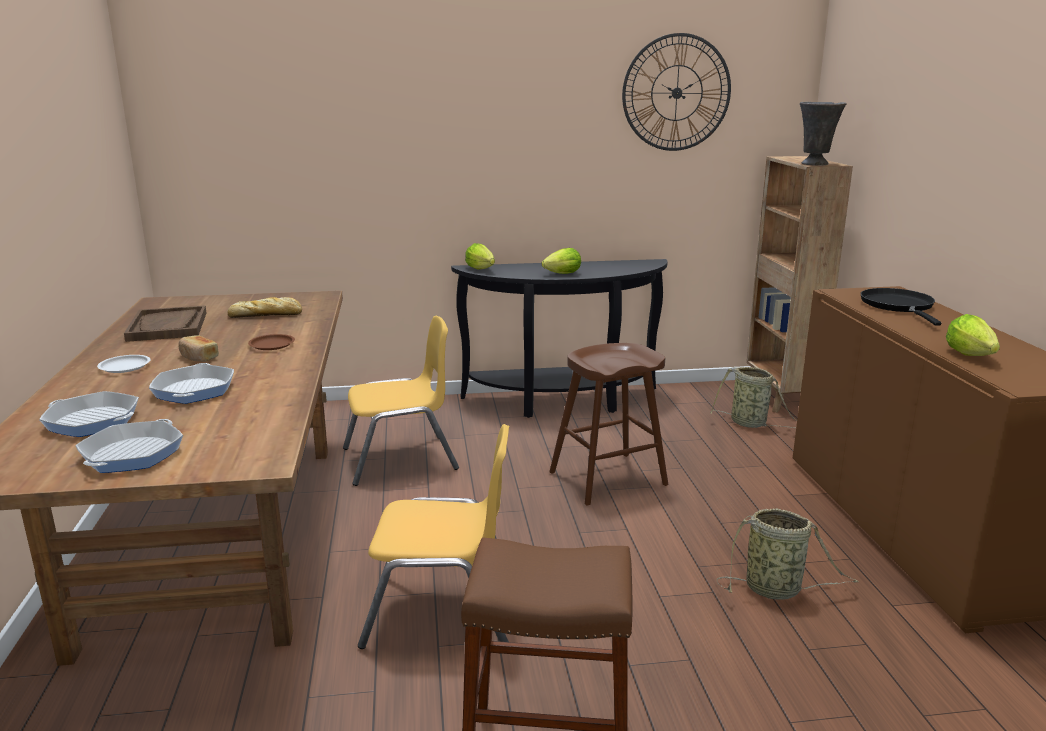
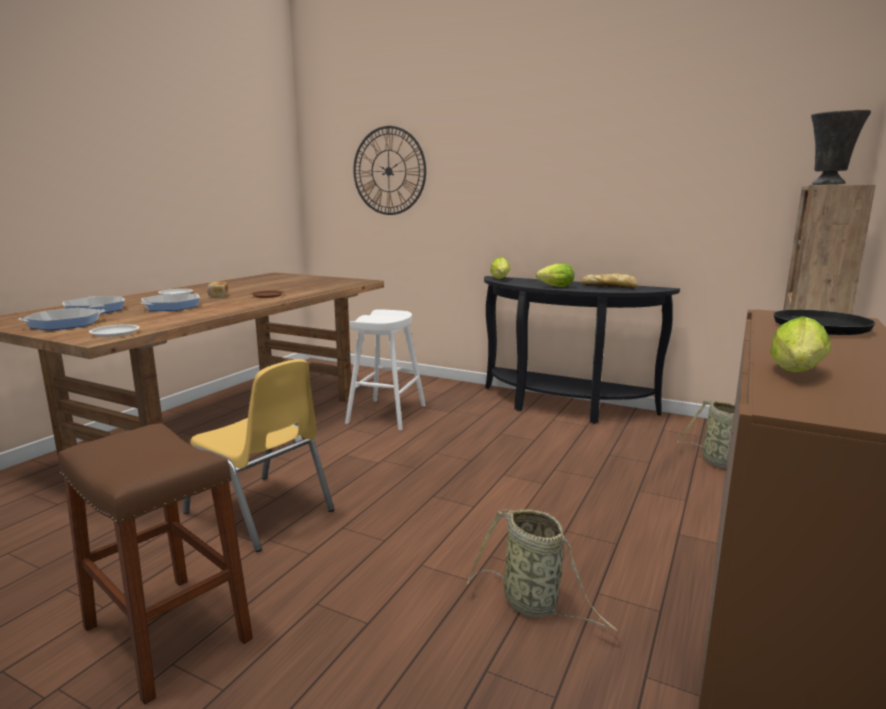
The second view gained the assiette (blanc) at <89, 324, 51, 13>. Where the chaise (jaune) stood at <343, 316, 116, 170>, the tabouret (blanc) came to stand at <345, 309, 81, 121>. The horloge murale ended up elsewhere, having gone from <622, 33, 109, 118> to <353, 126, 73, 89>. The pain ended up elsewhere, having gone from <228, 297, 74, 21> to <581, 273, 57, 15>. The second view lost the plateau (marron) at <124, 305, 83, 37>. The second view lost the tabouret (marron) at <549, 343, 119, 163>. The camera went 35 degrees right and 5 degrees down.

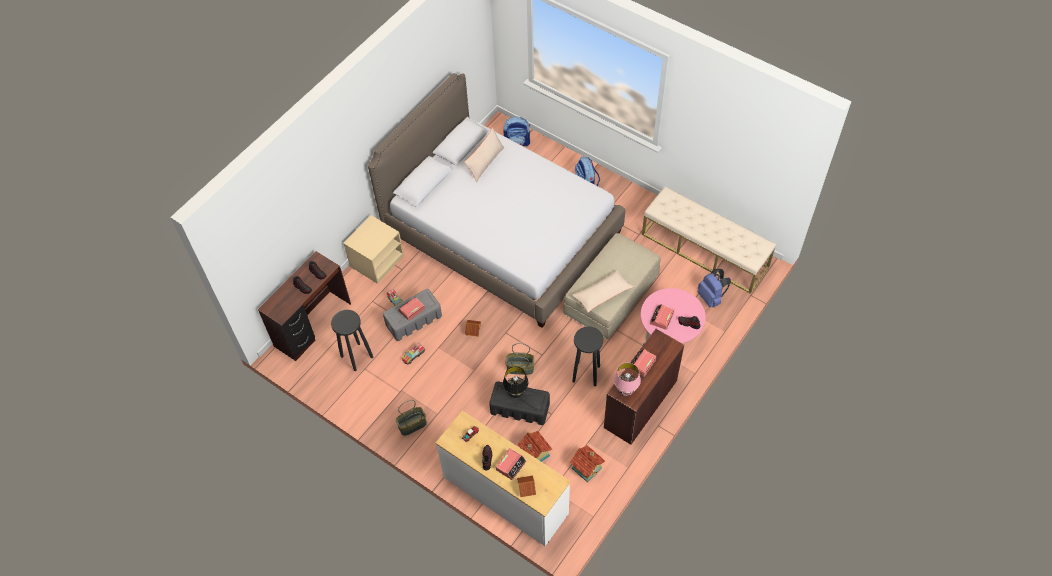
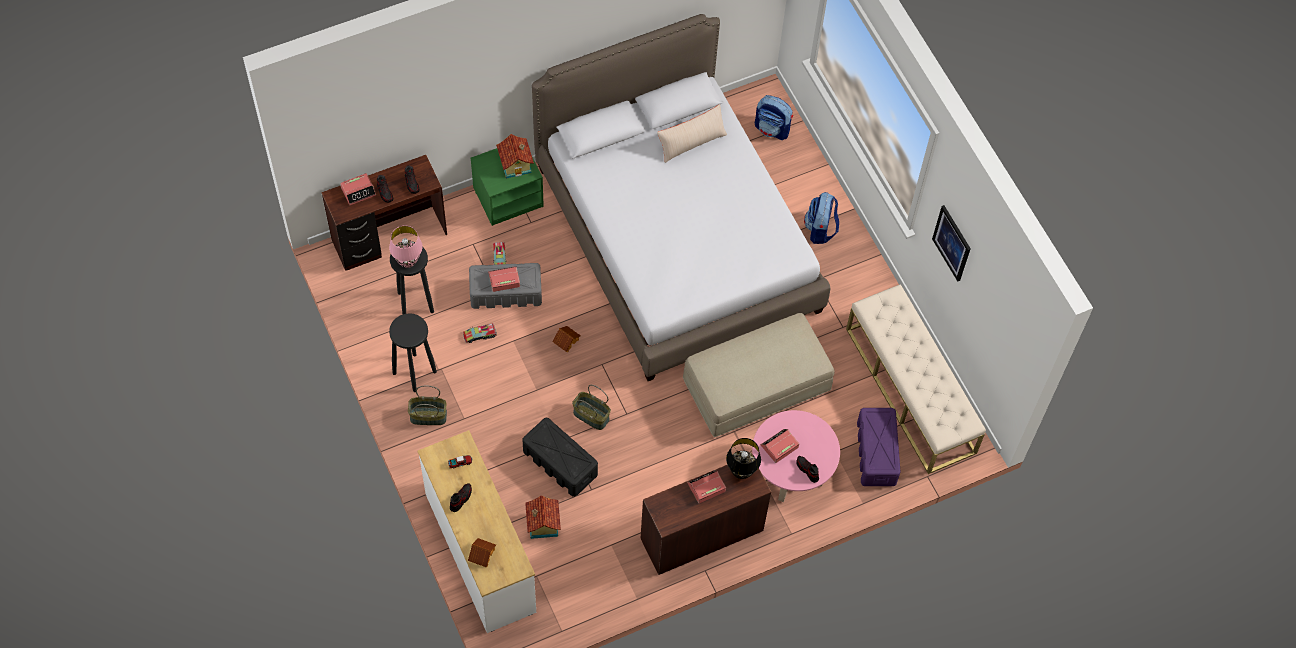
The réveil ended up elsewhere, having gone from <496, 448, 30, 32> to <340, 173, 36, 32>. The lampe de table (rose) ended up elsewhere, having gone from <614, 363, 27, 33> to <389, 226, 34, 42>. The tabouret (noir) ended up elsewhere, having gone from <572, 326, 32, 60> to <389, 313, 48, 79>. What was the table de chevet (beige) at <343, 215, 61, 69> turned into the table de chevet (vert) at <470, 148, 74, 78>. The maison miniature ended up elsewhere, having gone from <570, 445, 35, 37> to <496, 134, 38, 45>. The lampe de table (noir) ended up elsewhere, having gone from <503, 366, 26, 32> to <726, 438, 35, 41>. Where the sac à dos (bleu) stood at <698, 269, 33, 39>, the boîte de rangement (violet) came to stand at <857, 408, 44, 78>. The second view gained the tableau at <932, 205, 39, 77>. The second view lost the coussin (beige) at <572, 270, 61, 42>. The camera went 25 degrees right and 5 degrees up.

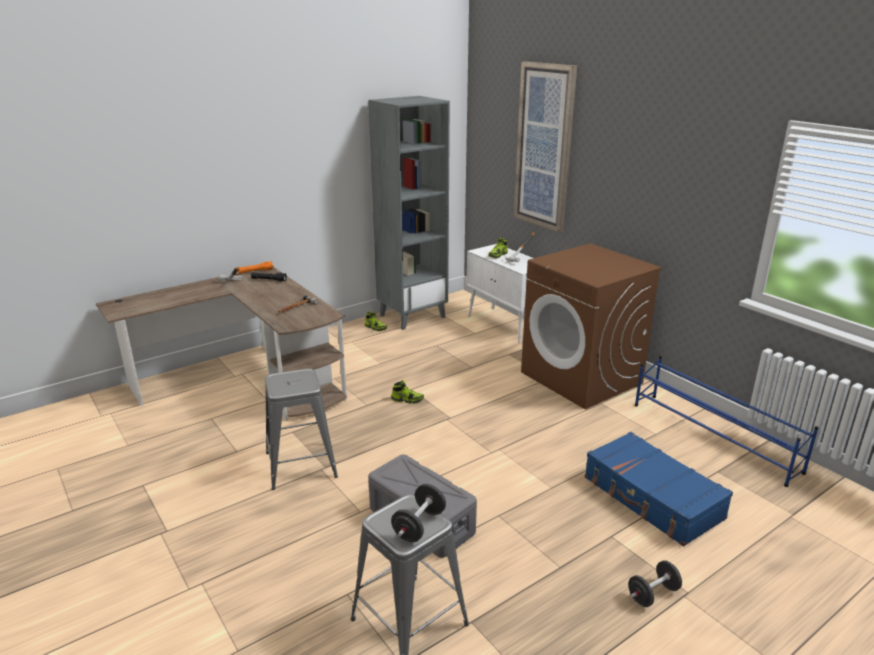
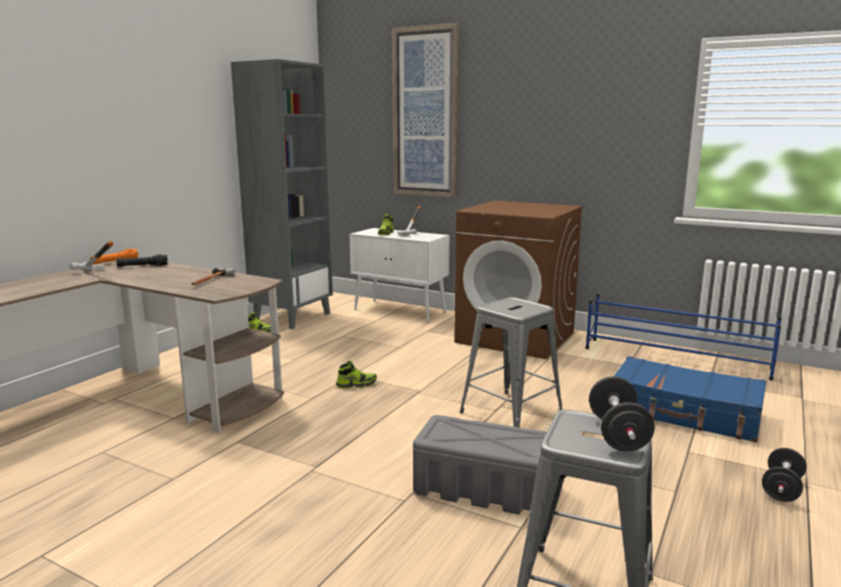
The tabouret (gris) ended up elsewhere, having gone from <265, 369, 73, 121> to <460, 297, 102, 131>. The camera went 25 degrees left and 10 degrees down.

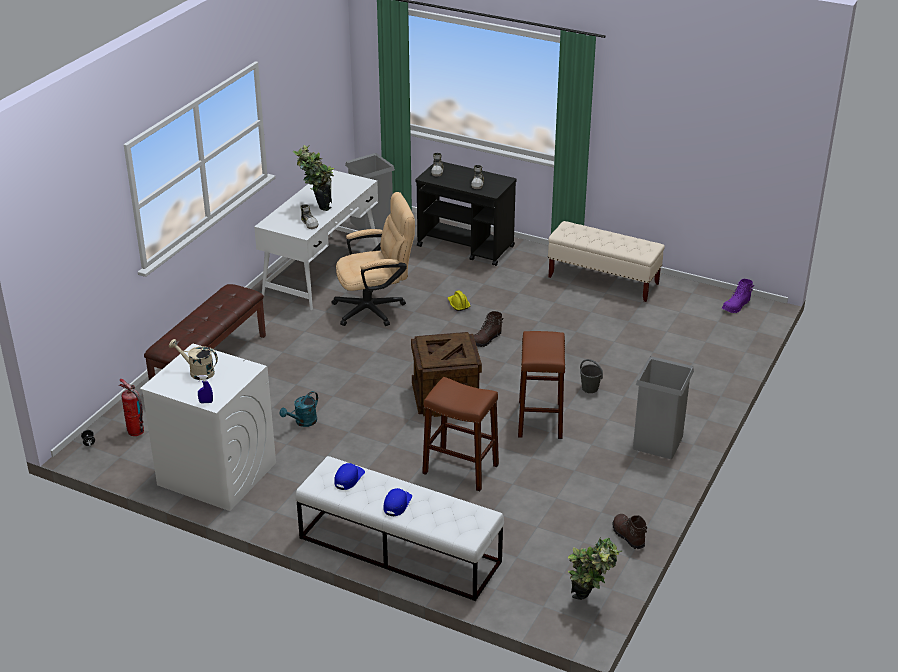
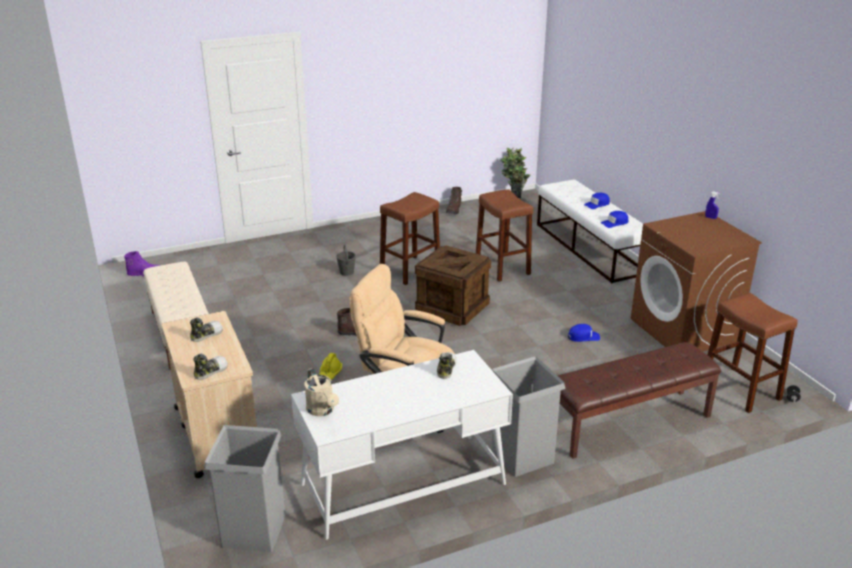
What was the chariot (noir) at <415, 162, 102, 104> turned into the chariot (beige) at <162, 311, 95, 167>. The arrosoir (beige) ended up elsewhere, having gone from <169, 339, 49, 41> to <304, 368, 35, 48>. The poubelle (gris) ended up elsewhere, having gone from <633, 356, 61, 103> to <491, 356, 74, 121>. Where the arrosoir (turquoise) stood at <280, 391, 38, 36>, the casquette (bleu) came to stand at <568, 324, 32, 18>. What was the lave-linge (blanc) at <140, 344, 136, 167> turned into the lave-linge (marron) at <631, 211, 131, 140>. Where the extincteur stood at <118, 379, 26, 57>, the tabouret (marron) came to stand at <708, 293, 90, 120>. The second view lost the plante en pot at <293, 145, 41, 66>. The camera went 140 degrees left and 5 degrees down.

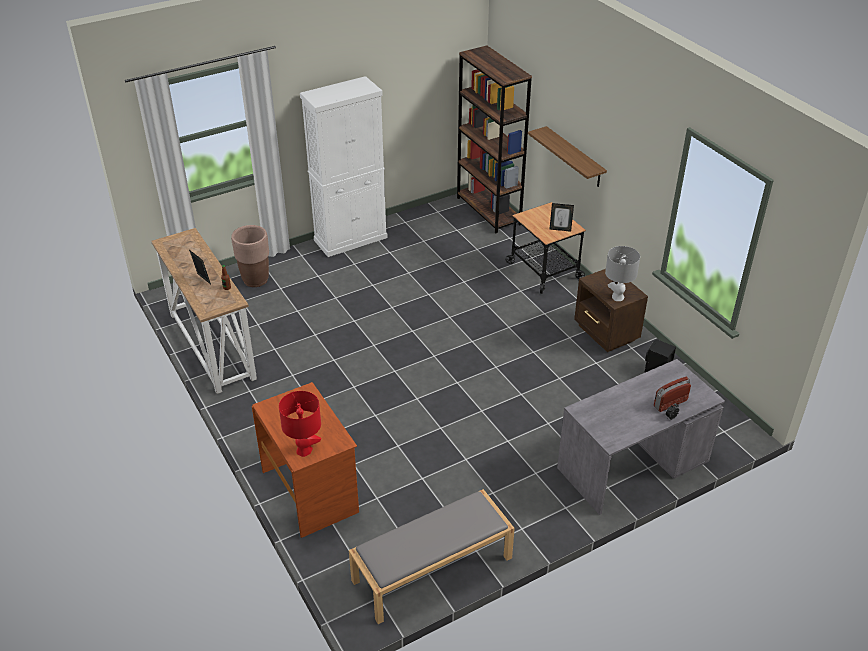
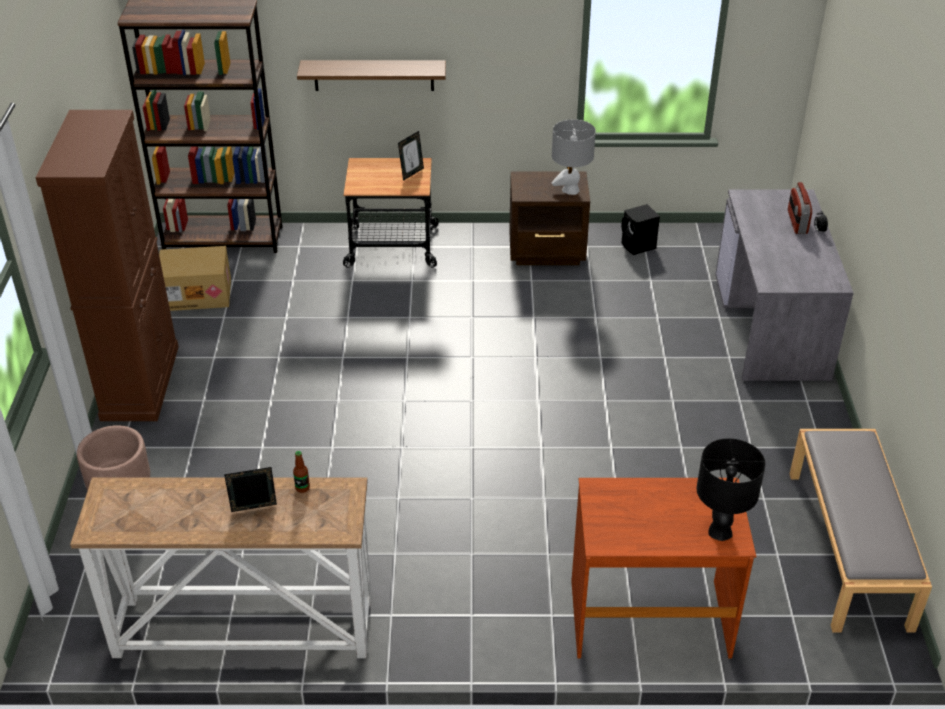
What was the meuble de rangement (blanc) at <300, 76, 88, 181> turned into the meuble de rangement (marron) at <35, 110, 144, 311>. The second view gained the carton at <159, 246, 72, 65>. What was the lampe de table (rouge) at <279, 391, 42, 66> turned into the lampe de table (noir) at <697, 438, 69, 103>. The camera went 60 degrees left and 0 degrees up.

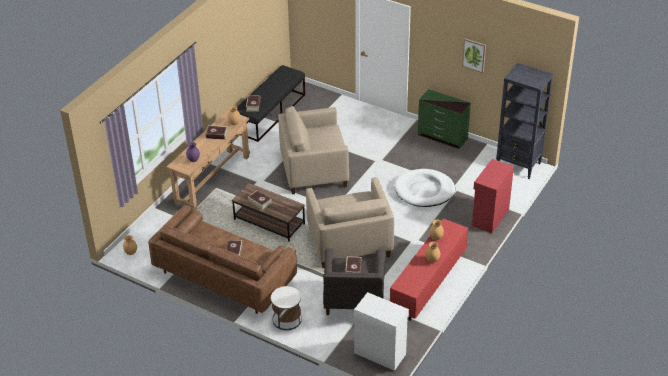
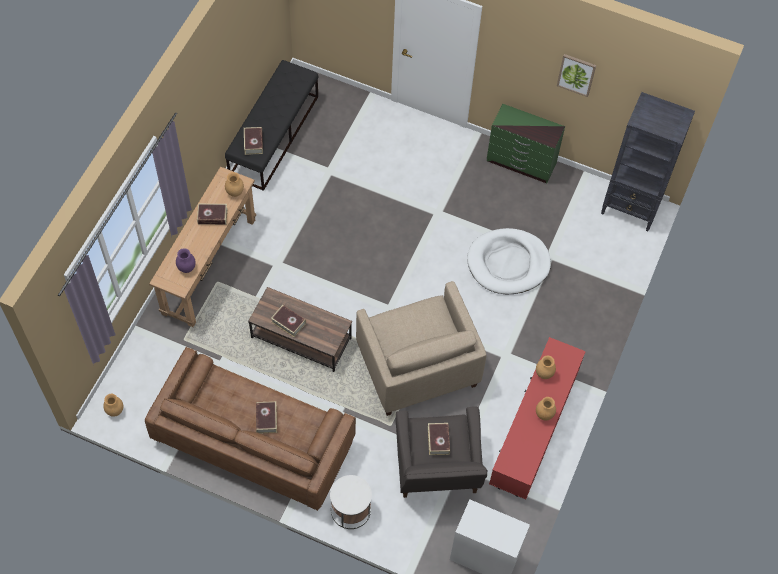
The second view lost the fauteuil (beige) at <278, 106, 71, 88>. The second view lost the meuble de rangement (rouge) at <472, 159, 42, 74>. The camera went 10 degrees left and 20 degrees up.

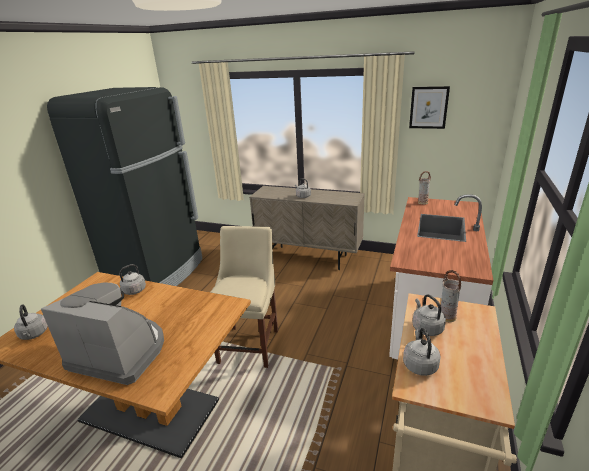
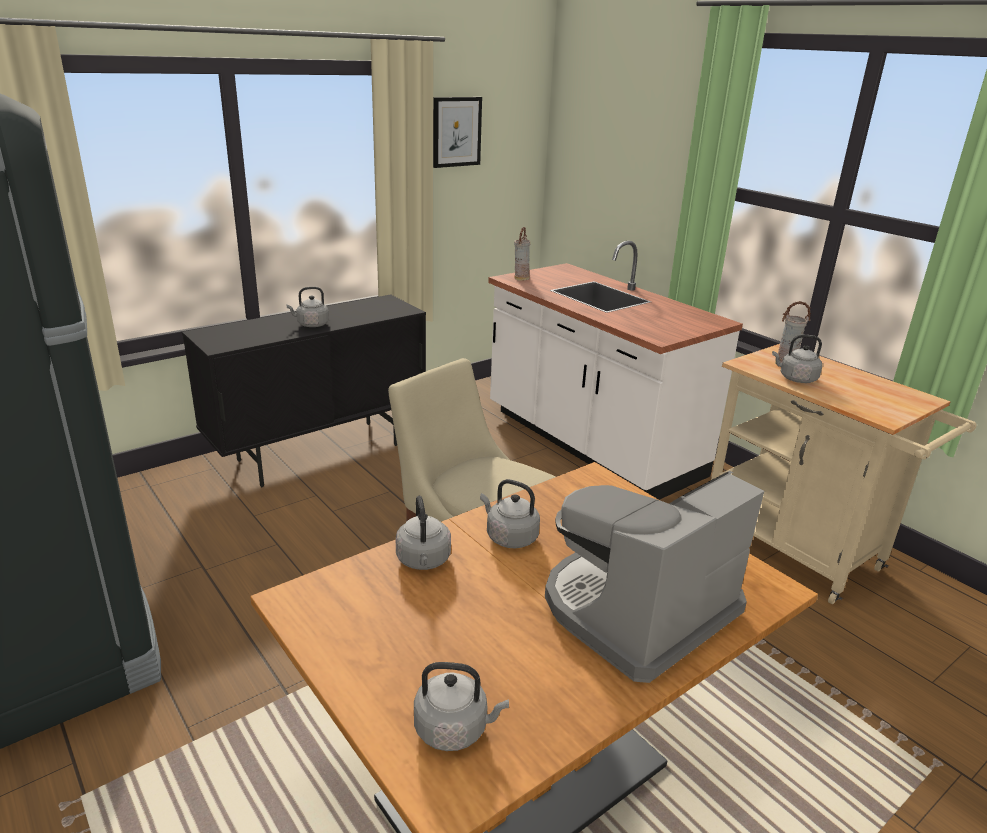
What was the meuble de rangement (beige) at <249, 186, 116, 84> turned into the meuble de rangement (noir) at <182, 295, 244, 192>. The bouilloire (gris) ended up elsewhere, having gone from <403, 328, 38, 48> to <480, 479, 60, 69>. The camera went 60 degrees left and 0 degrees up.

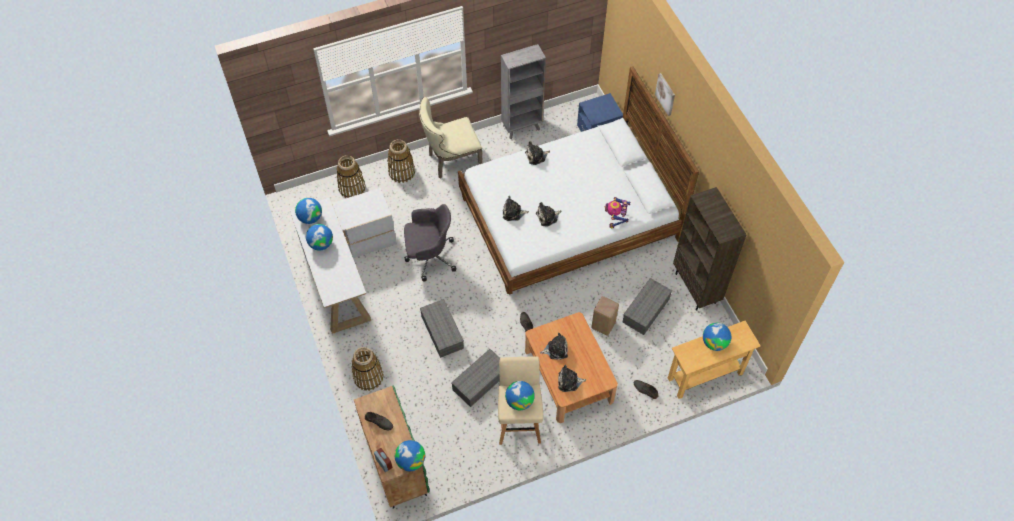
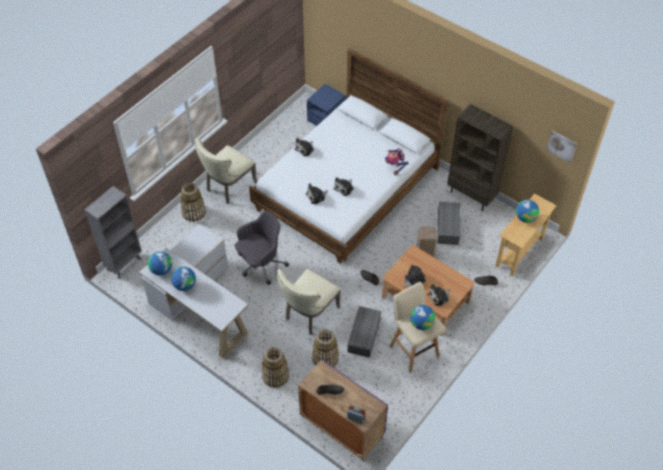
The bibliothèque (gris) ended up elsewhere, having gone from <501, 44, 45, 95> to <84, 186, 58, 93>. Where the boîte de rangement (gris) stood at <420, 299, 44, 59>, the chaise (beige) came to stand at <277, 269, 64, 66>. What was the meuble de rangement (vert) at <354, 385, 76, 124> turned into the meuble de rangement (violet) at <298, 359, 90, 102>. The panier ended up elsewhere, having gone from <337, 155, 28, 43> to <312, 329, 27, 38>. The tableau ended up elsewhere, having gone from <655, 73, 20, 43> to <546, 131, 31, 32>. The second view lost the globe at <395, 440, 30, 31>. The camera went 30 degrees left and 5 degrees down.

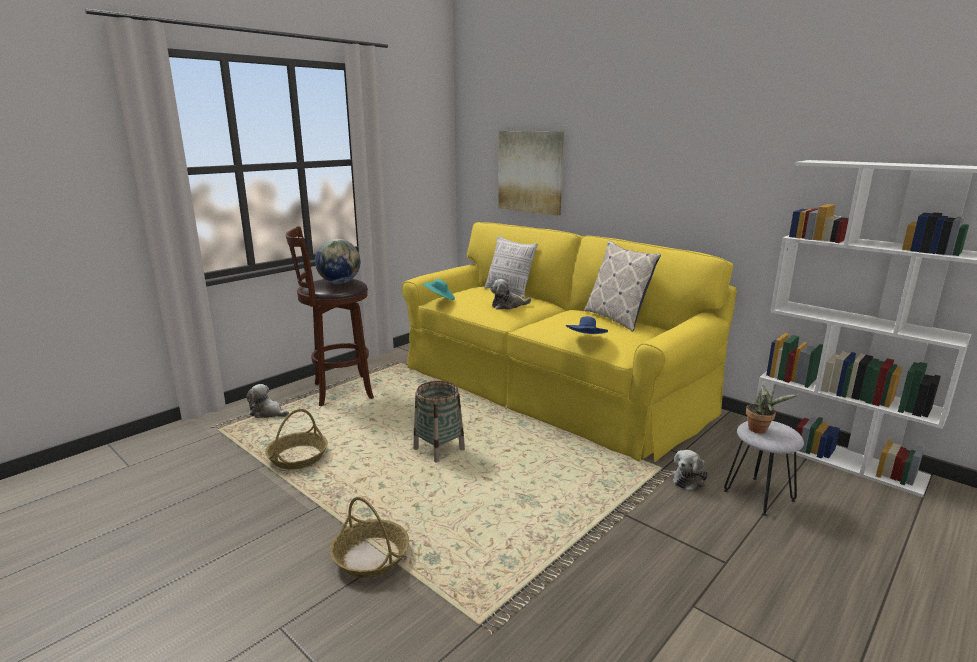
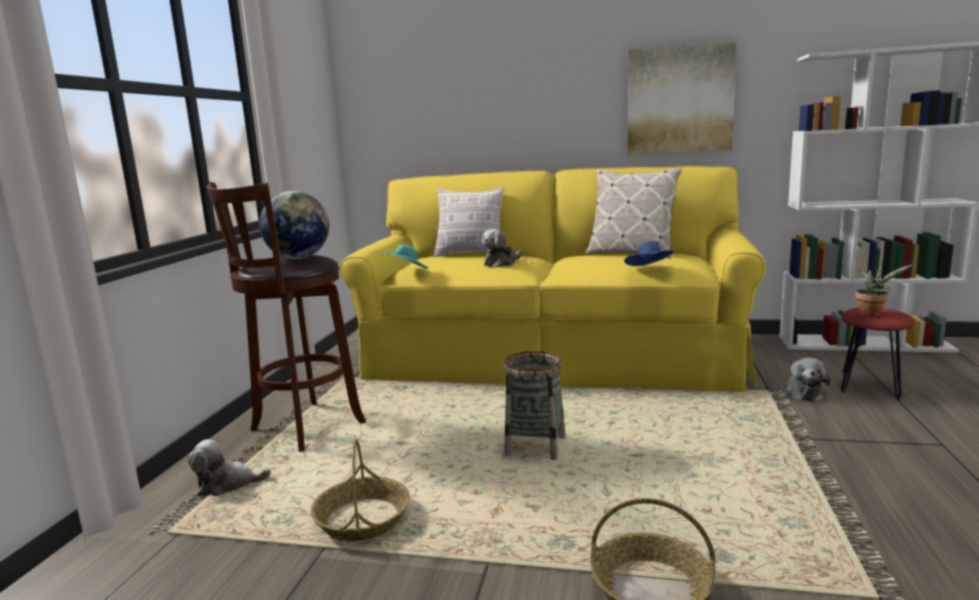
The tableau ended up elsewhere, having gone from <498, 131, 66, 84> to <628, 41, 109, 114>. What was the tabouret (gris) at <724, 421, 80, 95> turned into the tabouret (rouge) at <841, 308, 74, 92>. The camera went 30 degrees left and 5 degrees down.

